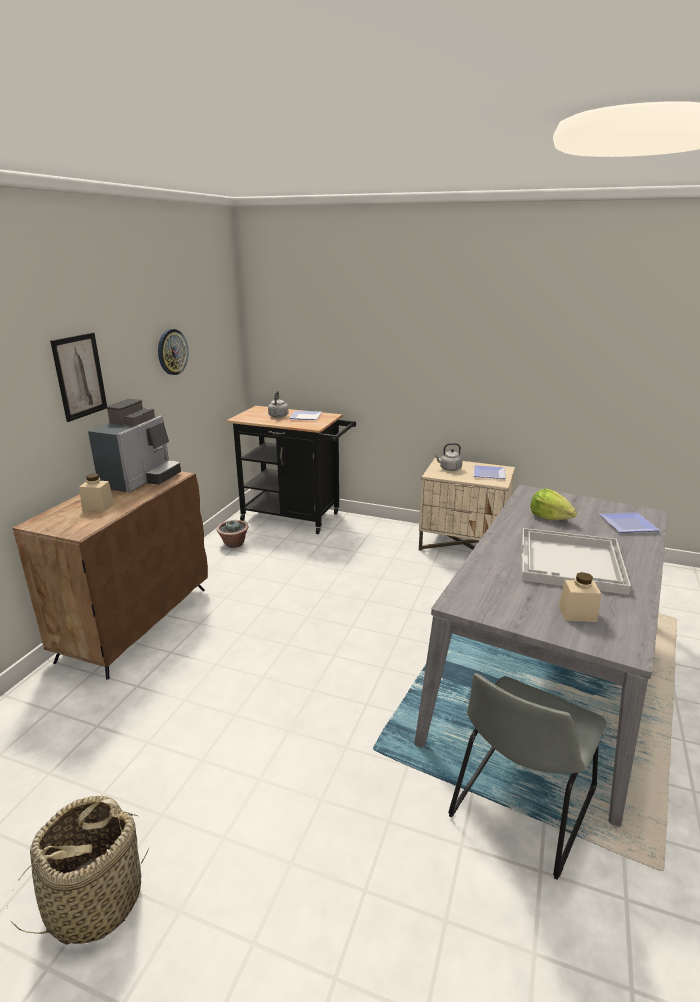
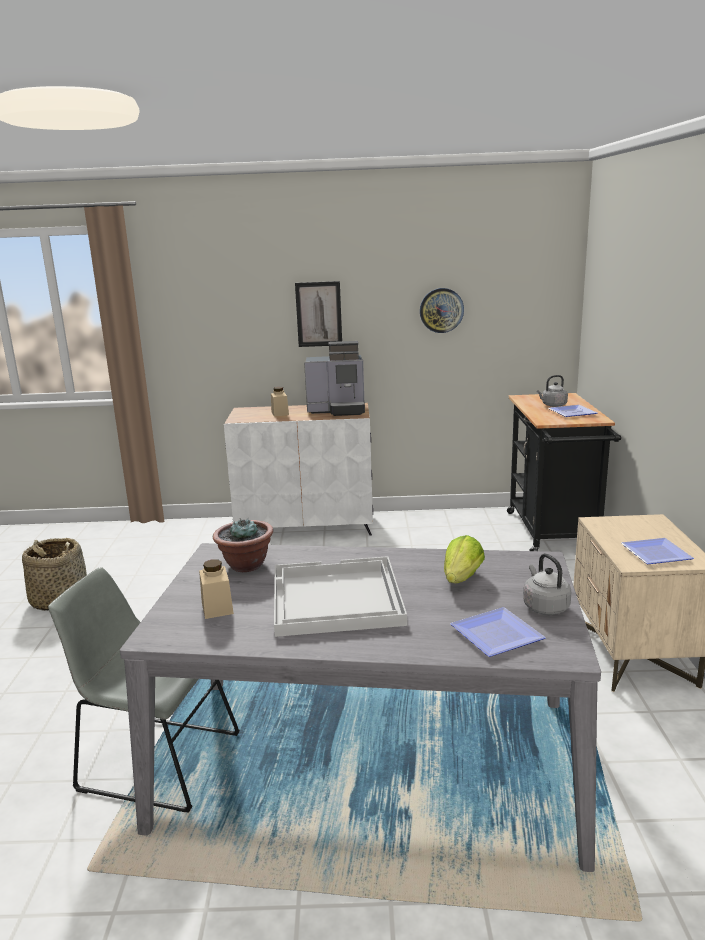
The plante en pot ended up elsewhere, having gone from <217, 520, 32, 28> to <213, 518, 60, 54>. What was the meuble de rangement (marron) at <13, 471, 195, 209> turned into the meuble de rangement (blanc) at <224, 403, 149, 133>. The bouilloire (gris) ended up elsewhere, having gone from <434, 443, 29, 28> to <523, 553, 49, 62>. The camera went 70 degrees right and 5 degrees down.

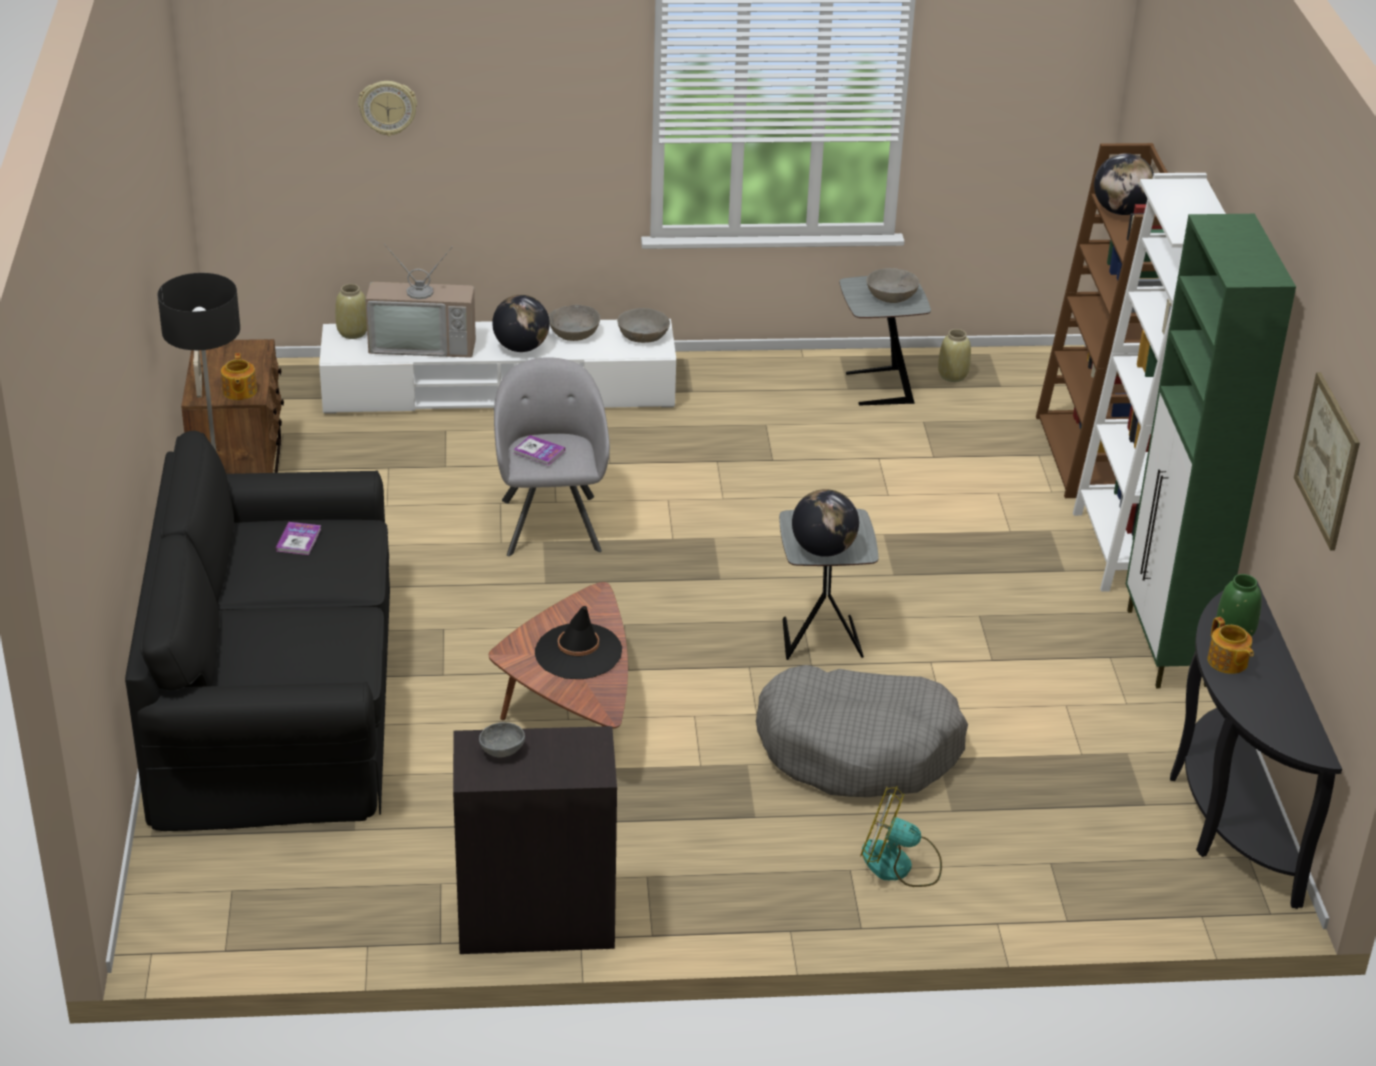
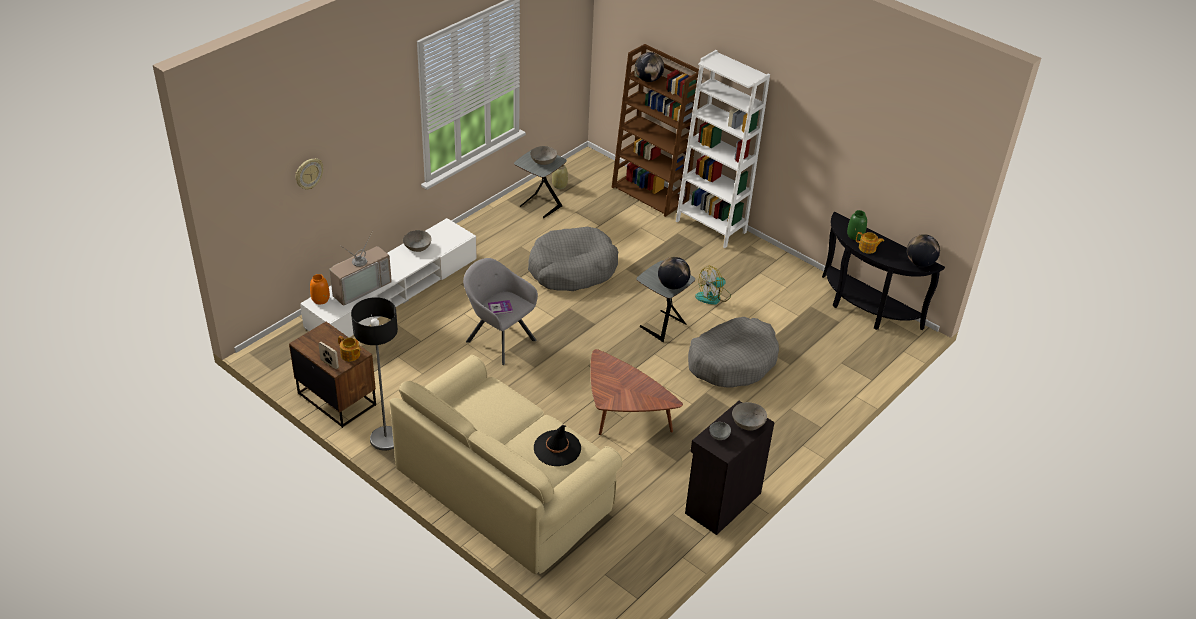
What was the vase (beige) at <335, 284, 32, 55> turned into the vase (orange) at <310, 274, 20, 30>. What was the canapé (noir) at <125, 431, 265, 400> turned into the canapé (beige) at <389, 355, 234, 219>. The second view gained the panier pour chien (gris) at <528, 227, 90, 64>. The chapeau (noir) ended up elsewhere, having gone from <535, 606, 87, 73> to <534, 425, 47, 41>. The ventilateur ended up elsewhere, having gone from <860, 786, 82, 101> to <695, 266, 36, 39>. The bol (gris) ended up elsewhere, having gone from <617, 308, 53, 35> to <732, 402, 35, 29>. The globe ended up elsewhere, having gone from <492, 295, 58, 57> to <907, 234, 33, 33>. The second view lost the livre at <276, 522, 45, 33>. The second view lost the meuble de rangement (vert) at <1126, 214, 170, 474>. The second view lost the tableau at <1294, 372, 66, 179>. The camera went 45 degrees left and 5 degrees up.

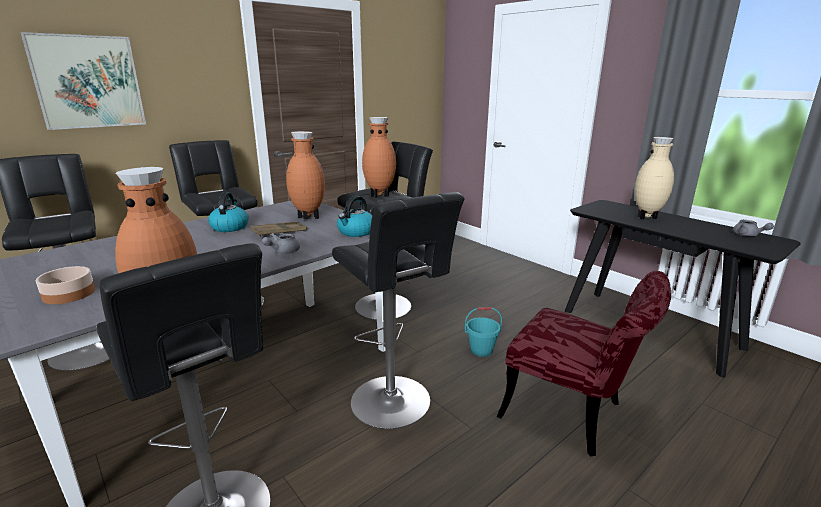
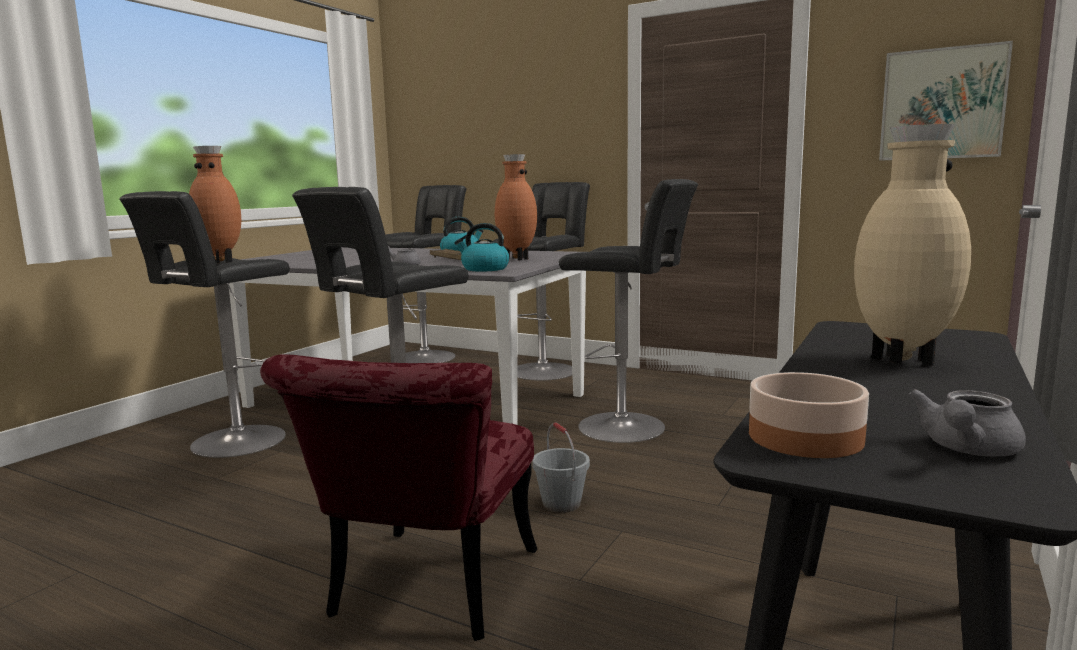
What was the seau (turquoise) at <465, 307, 37, 50> turned into the seau (gris) at <532, 422, 58, 91>. The bol ended up elsewhere, having gone from <36, 266, 59, 38> to <749, 372, 120, 86>. The tableau ended up elsewhere, having gone from <20, 32, 126, 98> to <879, 41, 134, 120>. The second view lost the vase (marron) at <362, 117, 34, 81>. The camera went 70 degrees right and 10 degrees down.

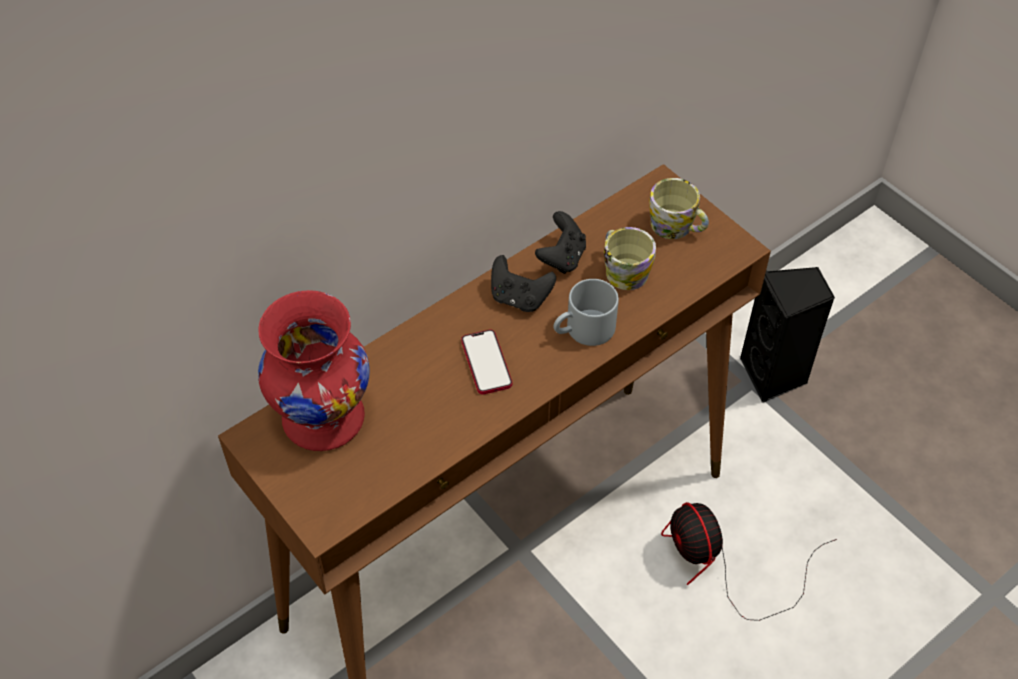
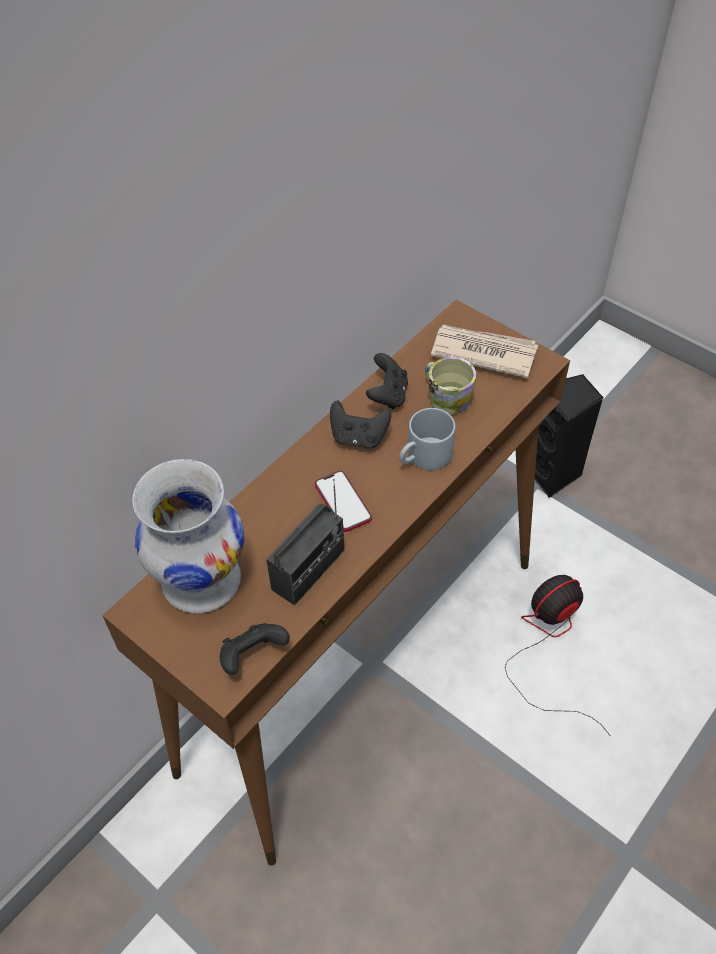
What was the vase (rouge) at <258, 290, 112, 161> turned into the vase (blanc) at <132, 459, 112, 155>. The second view gained the manette (noir) at <220, 623, 70, 52>. The second view gained the radio at <266, 479, 78, 127>. Where the mug stood at <649, 178, 60, 61>, the journal came to stand at <431, 325, 107, 53>. The ventilateur at <661, 502, 176, 119> ended up facing another way, 90 degrees clockwise from before. The camera went 10 degrees left and 0 degrees up.

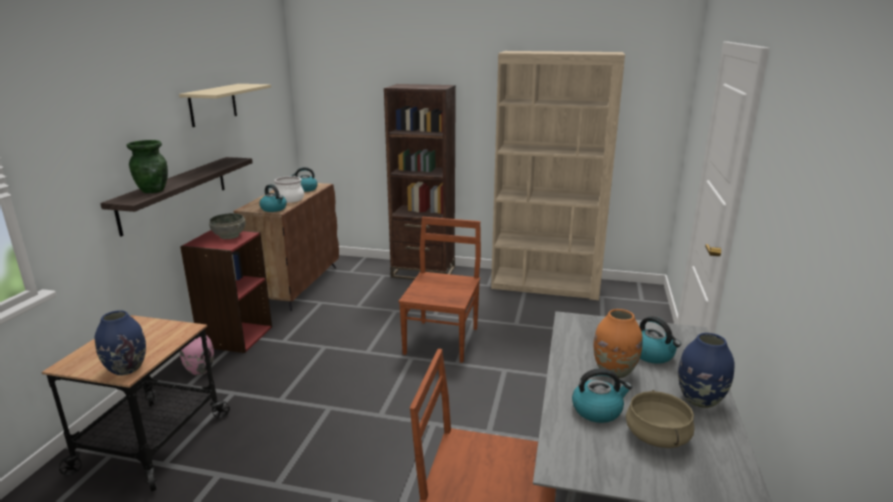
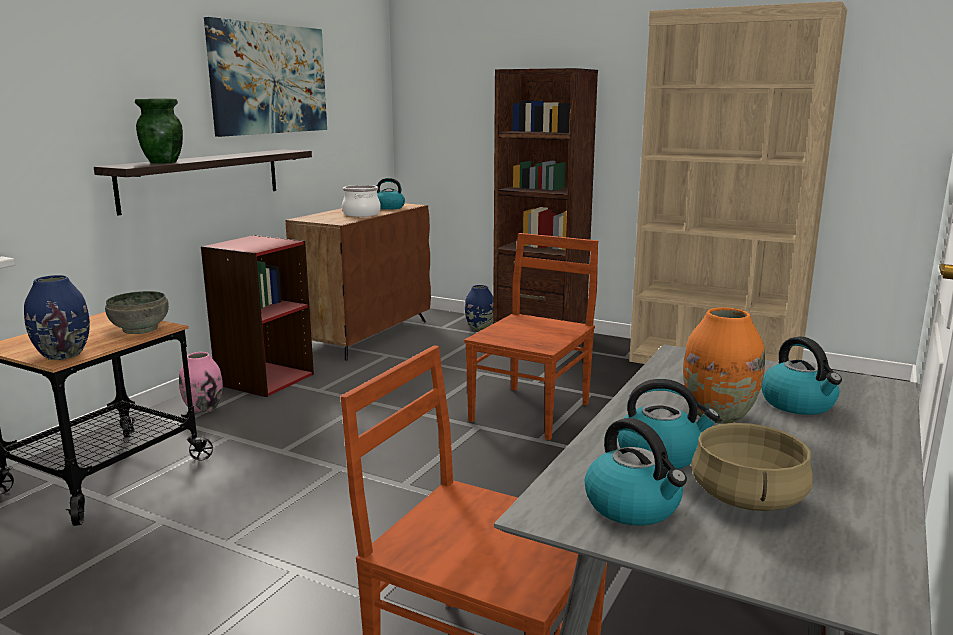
The bol (gris) ended up elsewhere, having gone from <209, 213, 36, 26> to <105, 291, 64, 43>. Where the étagère (beige) hung at <179, 84, 92, 43>, the tableau came to hang at <204, 17, 123, 120>. The vase (bleu) ended up elsewhere, having gone from <678, 333, 57, 75> to <465, 285, 28, 45>. The bouilloire ended up elsewhere, having gone from <259, 184, 28, 28> to <585, 418, 102, 108>. The camera went 15 degrees right and 5 degrees down.

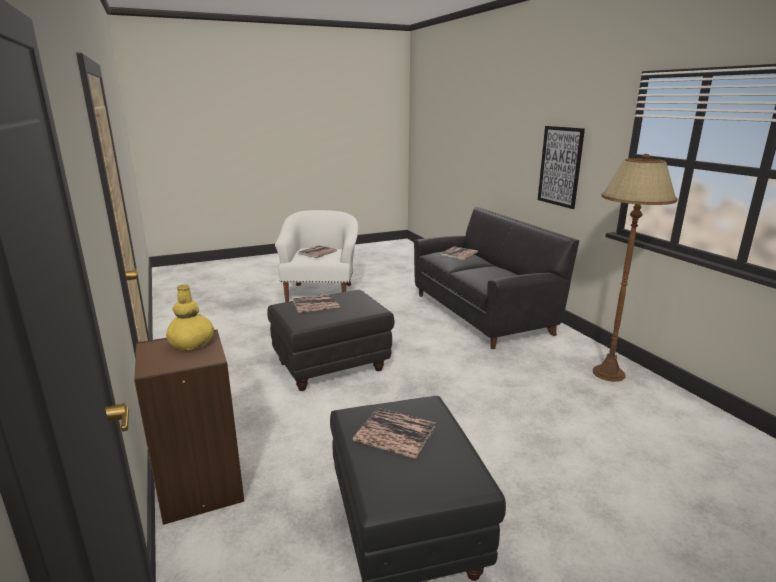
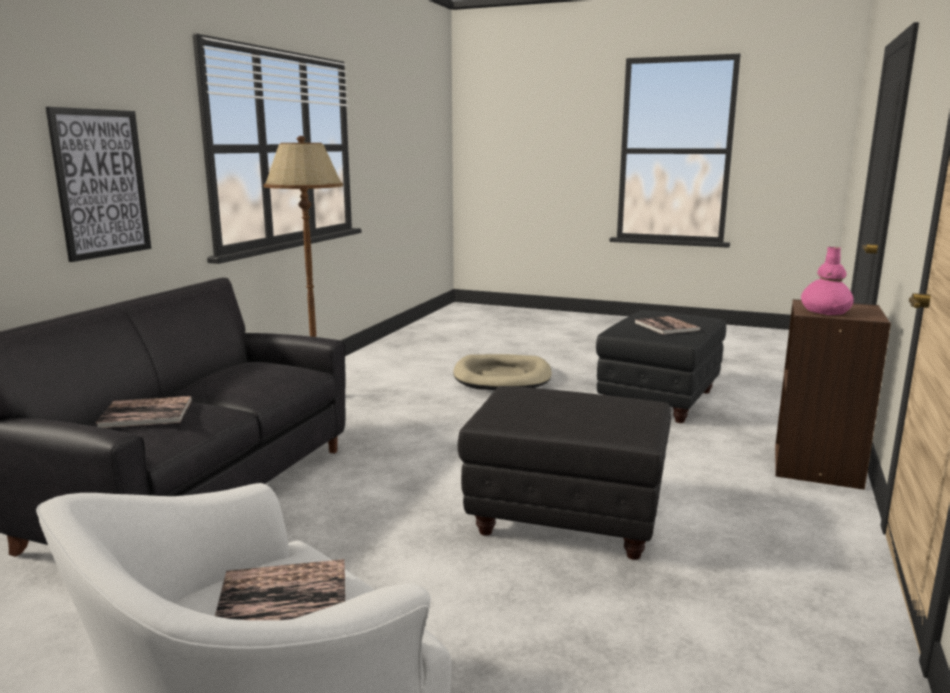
The second view gained the panier pour chien (beige) at <453, 354, 99, 36>. What was the vase (jaune) at <166, 285, 48, 65> turned into the vase (rose) at <801, 247, 53, 68>. The second view lost the livre at <293, 294, 47, 19>. The camera went 135 degrees left and 5 degrees down.

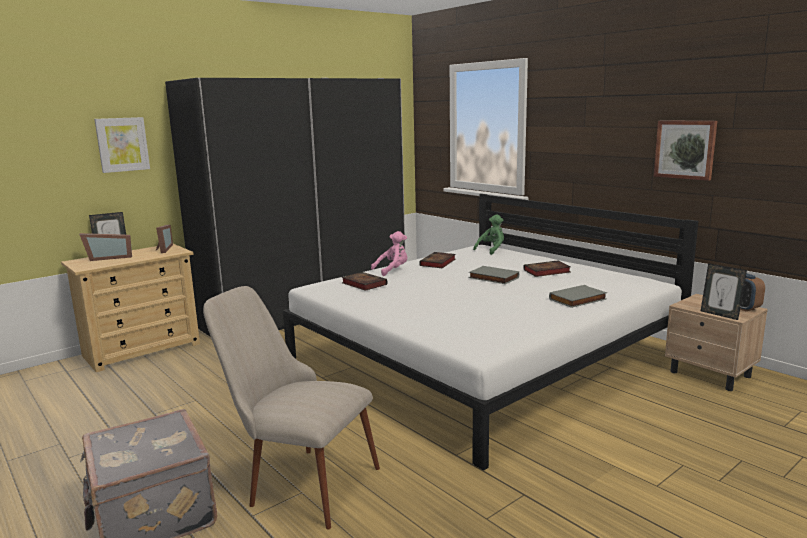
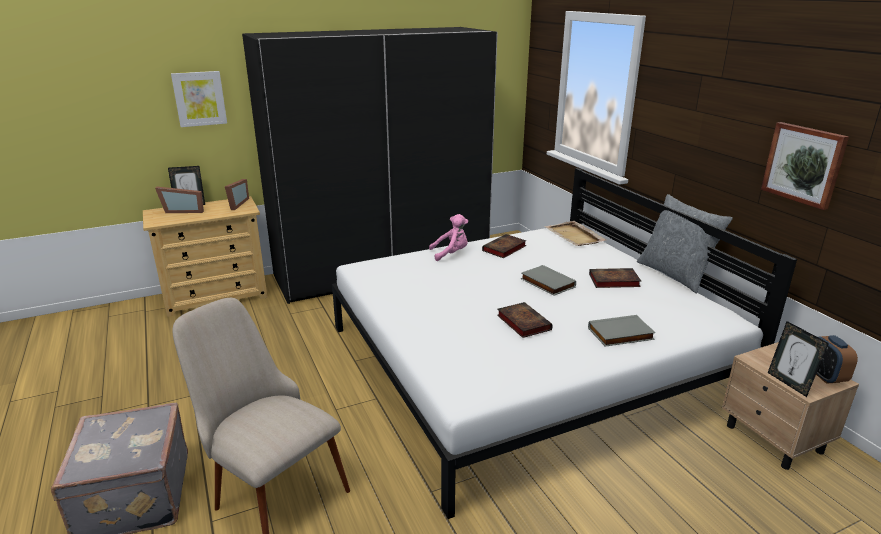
The livre ended up elsewhere, having gone from <341, 272, 46, 19> to <497, 302, 56, 36>. Where the peluche (vert) stood at <473, 214, 31, 41>, the plateau (beige) came to stand at <544, 221, 62, 25>. The second view gained the coussin (gris) at <637, 194, 96, 100>. The camera went 15 degrees right and 10 degrees up.

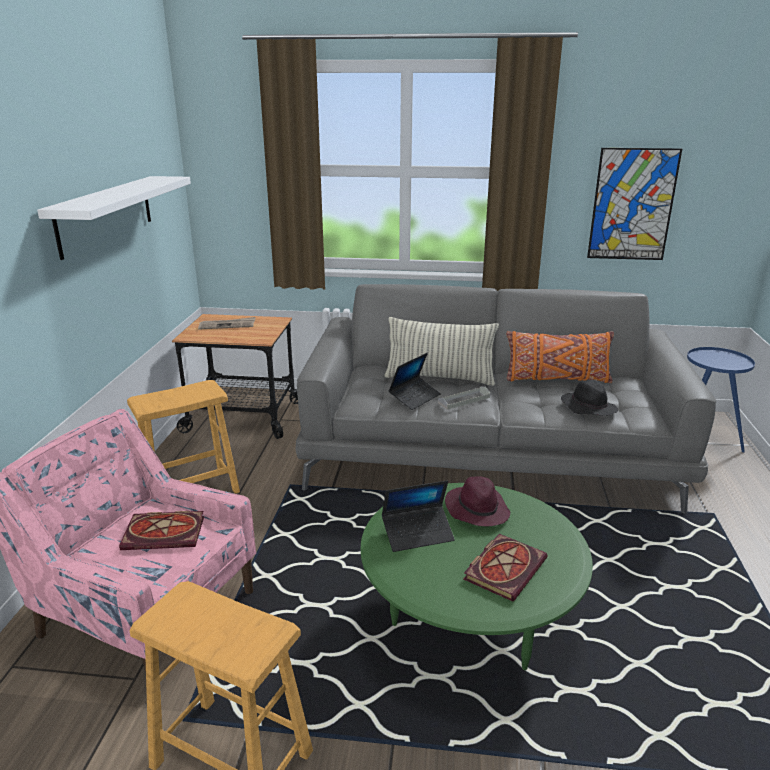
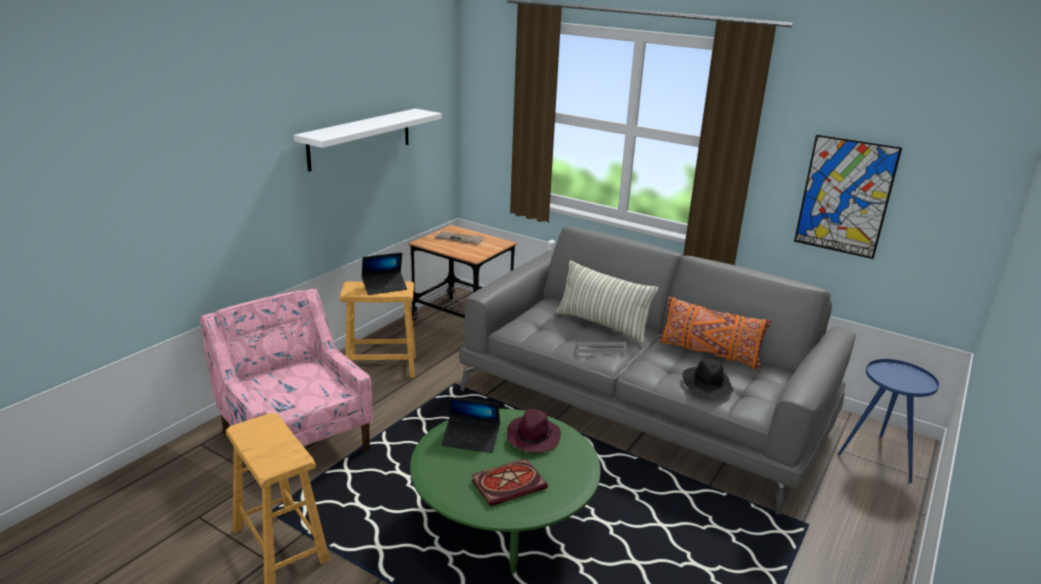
The ordinateur portable ended up elsewhere, having gone from <388, 353, 53, 57> to <362, 252, 45, 43>. The second view lost the livre at <119, 511, 85, 39>. The camera went 25 degrees right and 0 degrees up.

